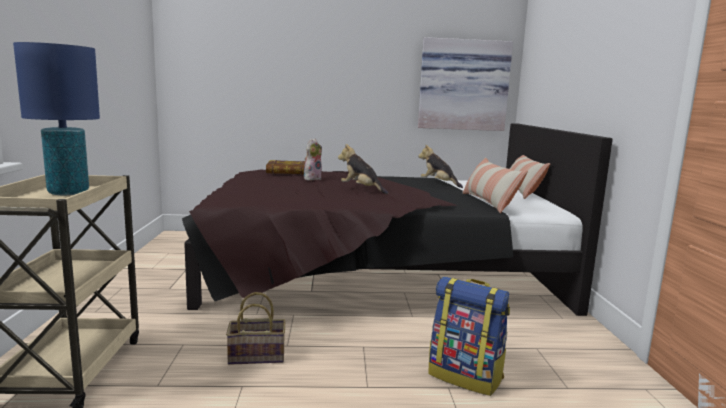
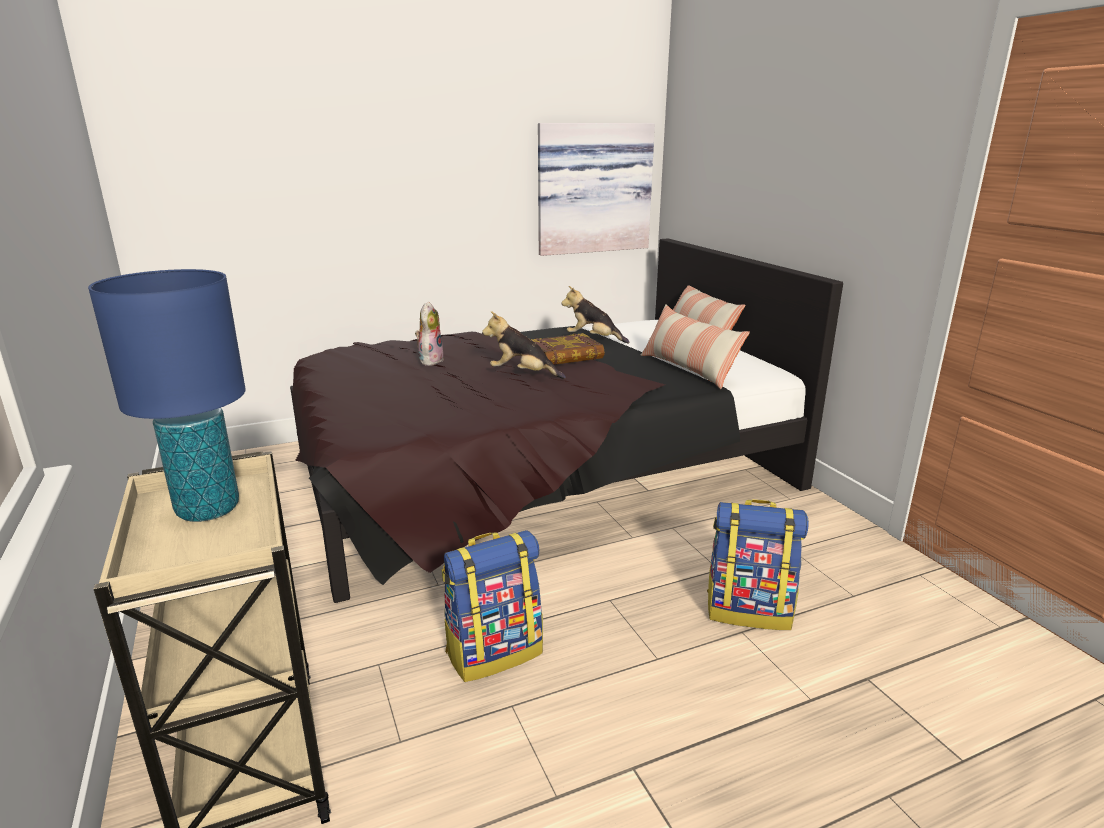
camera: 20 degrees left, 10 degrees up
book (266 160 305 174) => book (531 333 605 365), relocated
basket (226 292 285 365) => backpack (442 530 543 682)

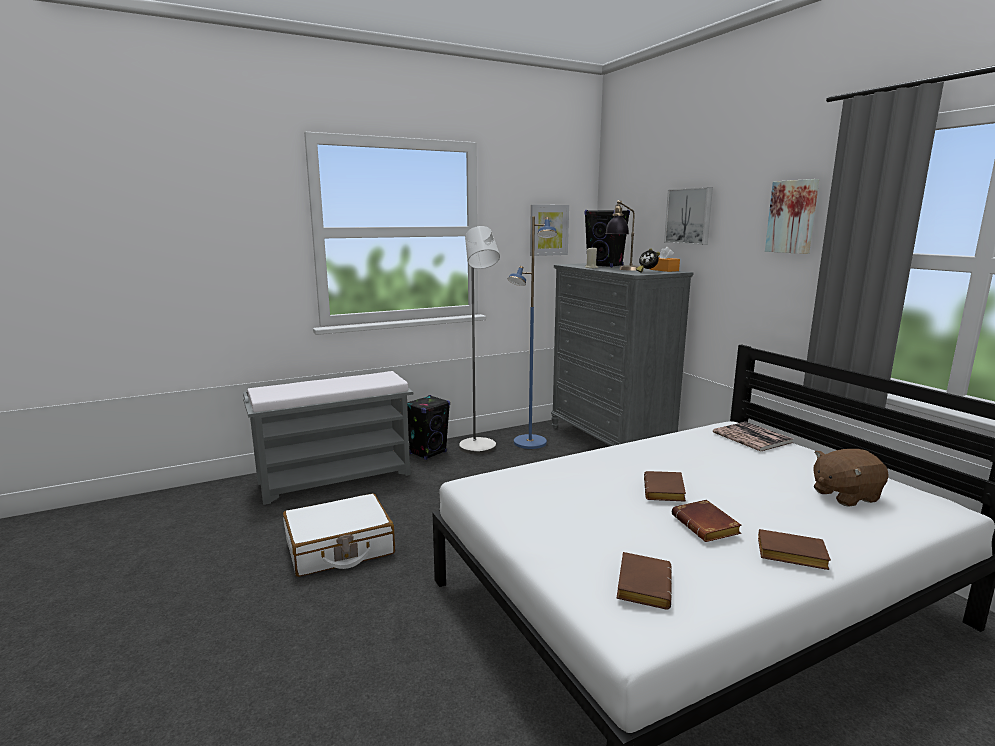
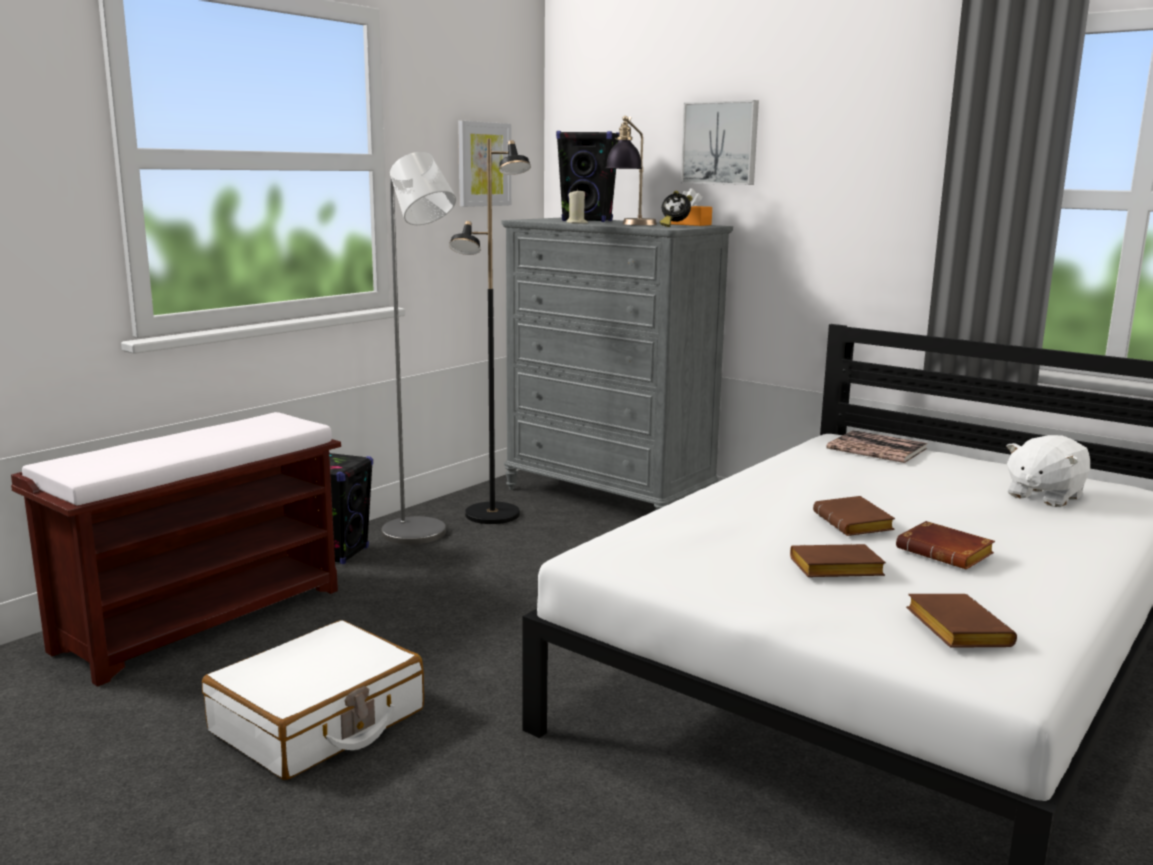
camera: 25 degrees left, 0 degrees up
picture (765 179 819 254) => nothing
brown_book (758 529 831 570) => brown_book (790 544 886 577), relocated
grey_bench (243 371 413 505) => brown_bench (11 412 341 686)
blue_floor_lamp (508 216 557 449) => black_floor_lamp (449 139 531 524)
brown_plush_toy (813 449 889 507) => white_plush_toy (1006 435 1090 507)

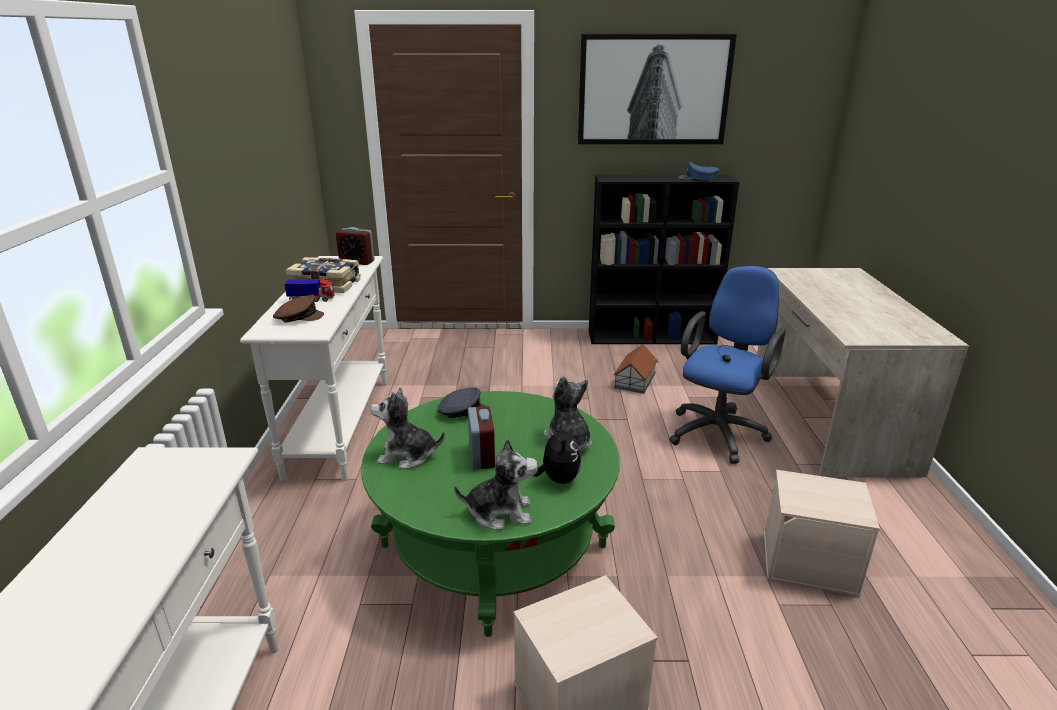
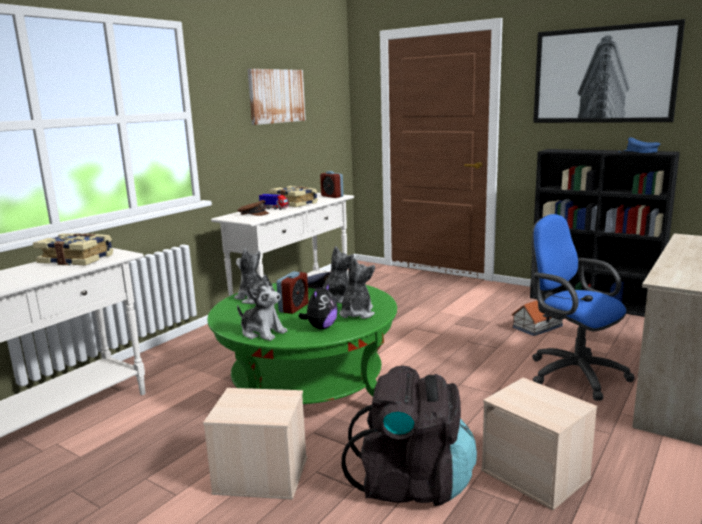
camera: 35 degrees right, 10 degrees down
nothing => book (33 233 113 266)
nothing => picture (248 69 306 125)
nothing => plush_toy (322 246 354 304)
nothing => black_backpack (342 366 477 506)
blue_office_chair (669 266 786 464) => blue_office_chair (531 214 635 401), 105 degrees counterclockwise

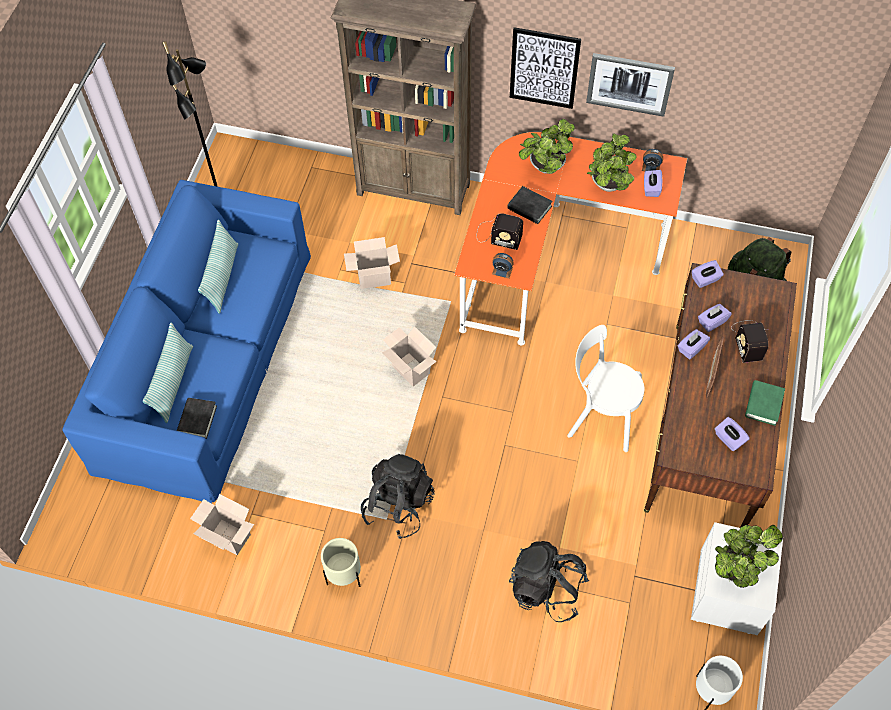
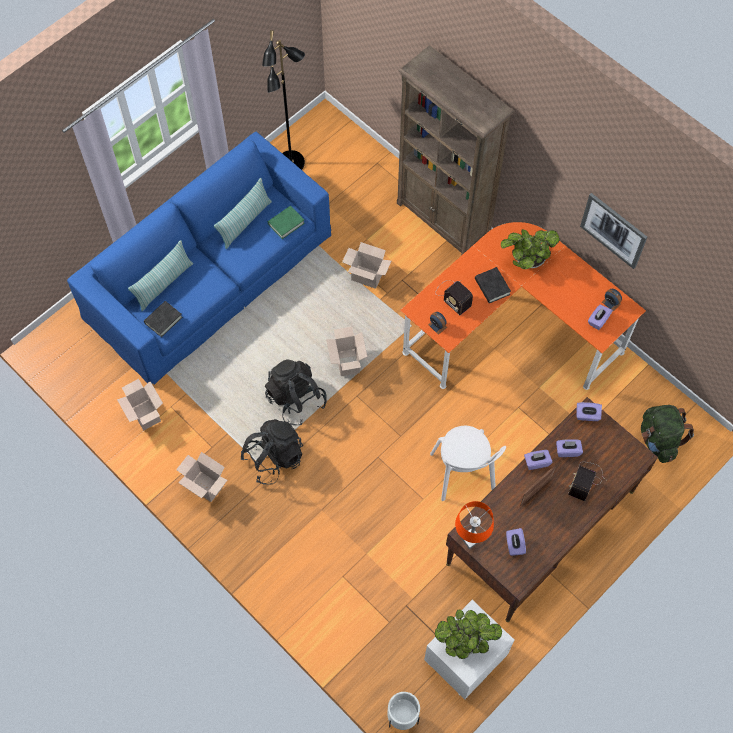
camera: 30 degrees right, 5 degrees up
picture (510 27 581 109) => nothing
potted_plant (587 133 637 192) => nothing
nothing => orange_table_lamp (455 501 494 549)
black_backpack (509 541 589 622) => black_backpack (265 359 327 425), relocated
green_book (745 380 785 426) => green_book (268 206 305 239), relocated
beige_planter (321 538 361 587) => cardboard_box (176 452 227 502)
white_chair (567 325 644 452) => white_chair (430 426 506 501), 150 degrees counterclockwise

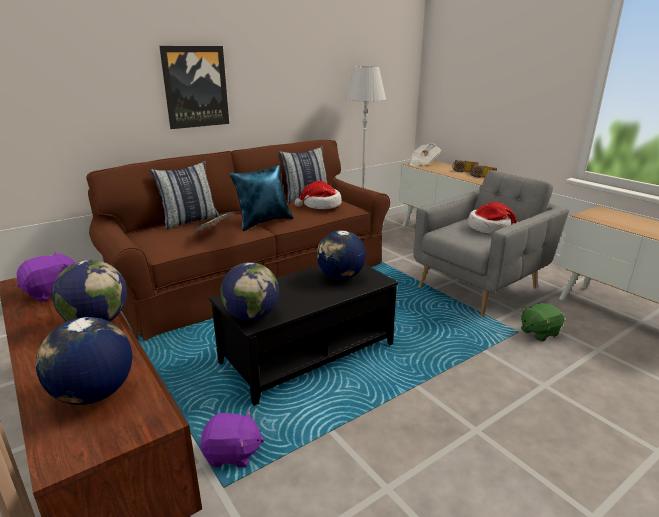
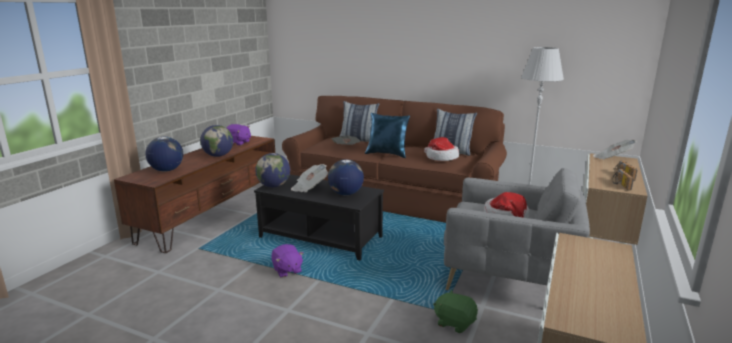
camera: 60 degrees right, 5 degrees down
picture (159 46 229 129) => nothing
nothing => newspaper (291 164 328 192)
purple_plush_toy (200 410 264 467) => purple_plush_toy (271 244 304 278), relocated

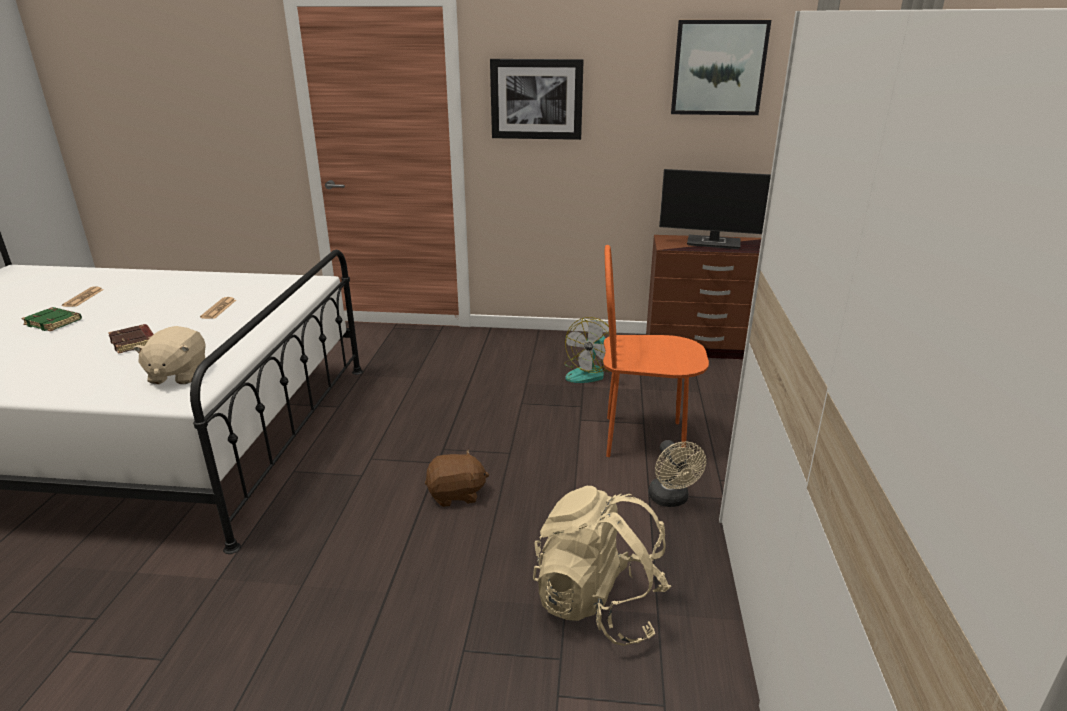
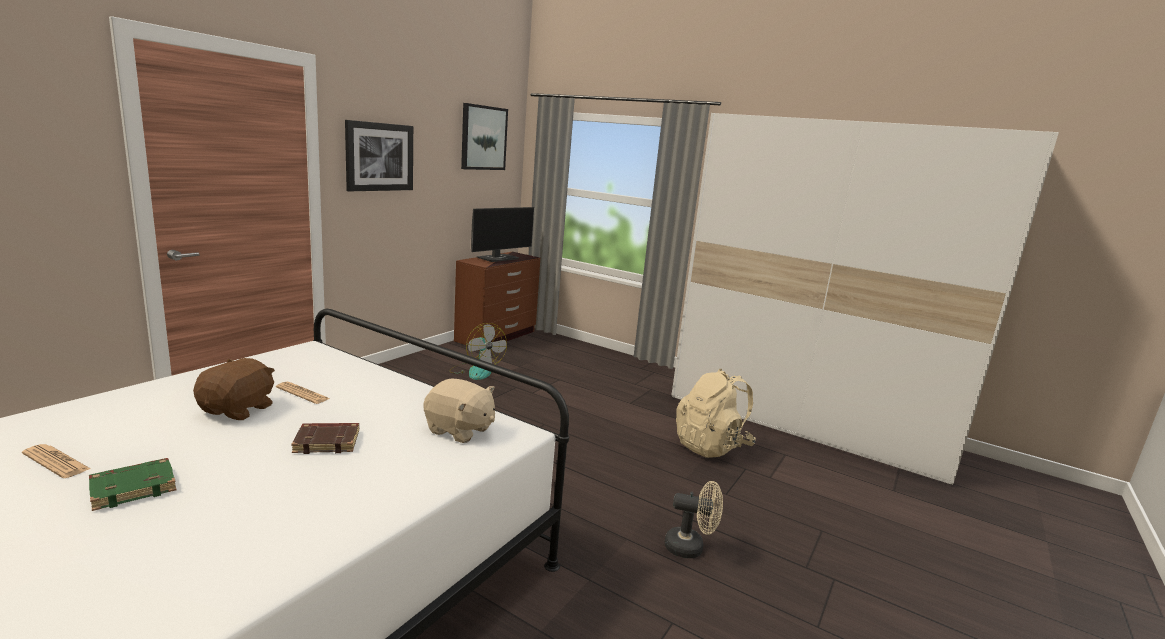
camera: 65 degrees left, 10 degrees down
orange_chair (603 245 709 457) => nothing
brown_plush_toy (425 450 489 507) => brown_plush_toy (193 358 275 420), relocated
beige_fan (649 440 706 507) => beige_fan (665 481 723 558), relocated

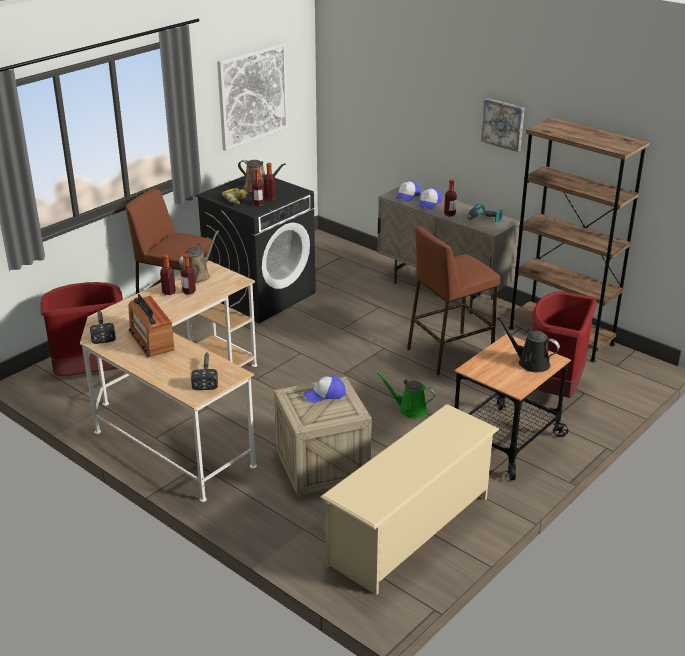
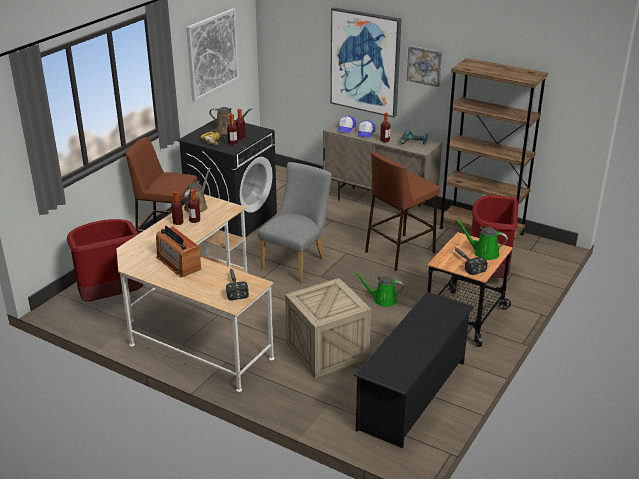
camera: 10 degrees left, 0 degrees up
cap (303 376 346 403) => nothing
nothing => grey_chair (258 162 332 282)
nothing => picture (330 7 401 118)
hammer (90 311 116 344) => hammer (454 248 488 275), relocated
beige_shoe_rack (320 404 499 595) => black_shoe_rack (353 292 474 448)
black_watering_can (497 317 560 372) => green_watering_can (455 219 508 260)

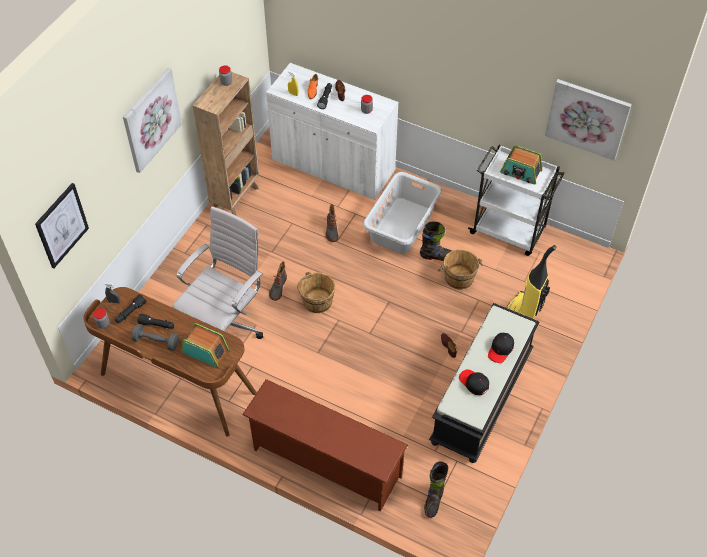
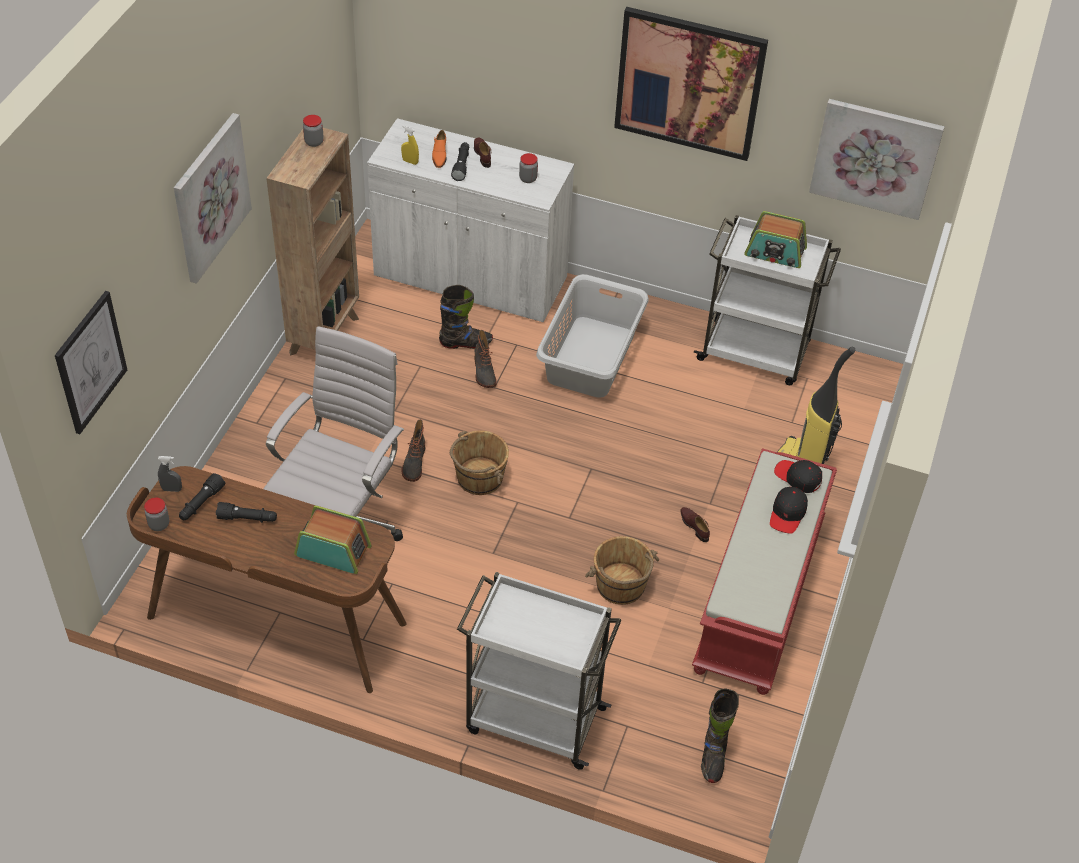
camera: 10 degrees left, 5 degrees down
grey_dumbbell (131 324 179 351) => nothing
nothing => picture (614 7 768 161)
black_boot (420 221 452 261) => black_boot (439 285 493 349), relocated
brown_bucket (438 249 483 289) => brown_bucket (585 536 659 605), relocated
black_cap (459 369 489 395) => black_cap (774 460 822 493), relocated
brown_shoe_rack (242 379 408 512) => white_cart (457 572 621 770)
black_bench (429 303 540 463) => red_bench (692 448 837 695)

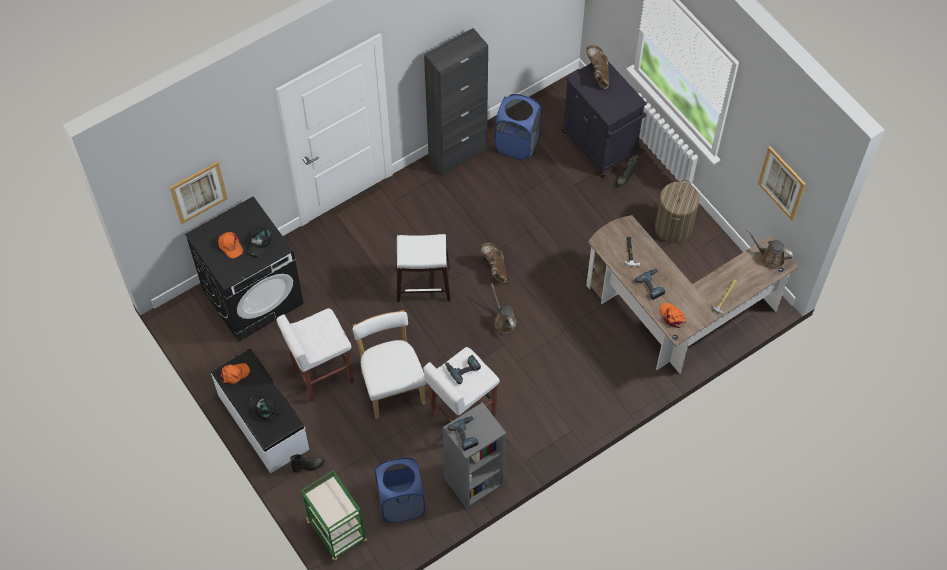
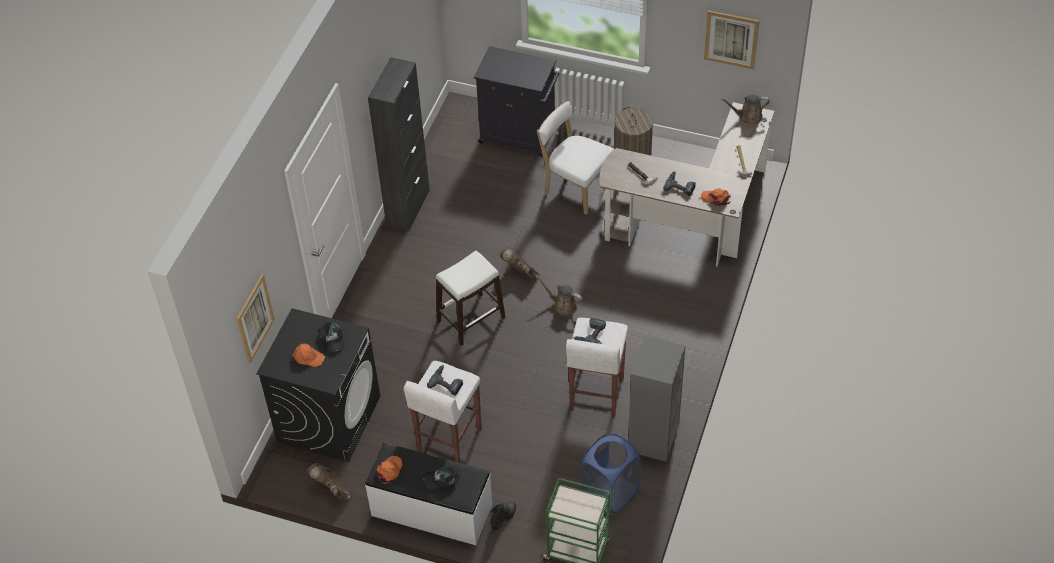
camera: 35 degrees left, 10 degrees down
blue_laundry_basket (494 94 542 160) => nothing
white_chair (352 310 426 419) => white_chair (537 101 614 215), relocated
power_drill (447 416 479 451) => power_drill (427 365 463 396), relocated
brown_boot (586 45 609 89) => brown_boot (307 463 351 501), relocated

